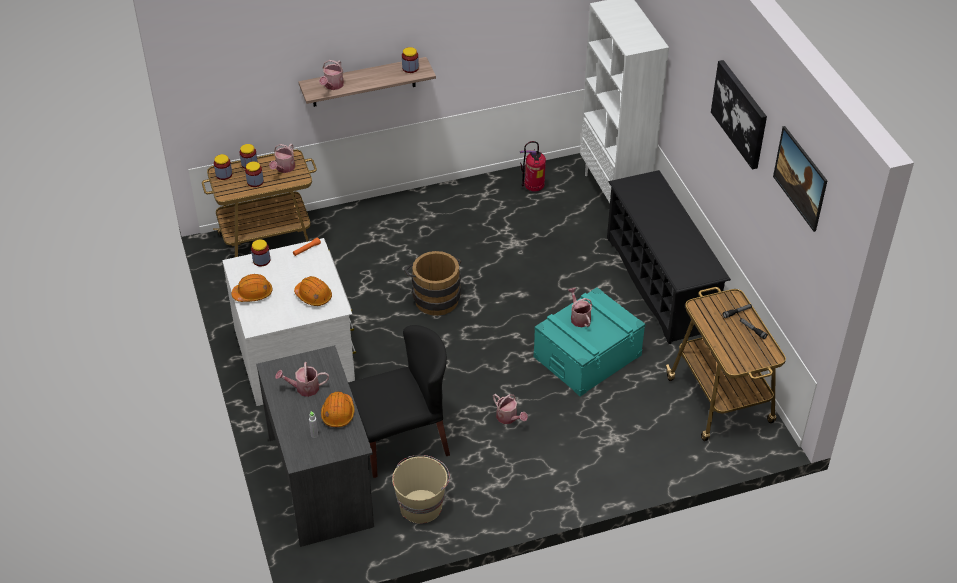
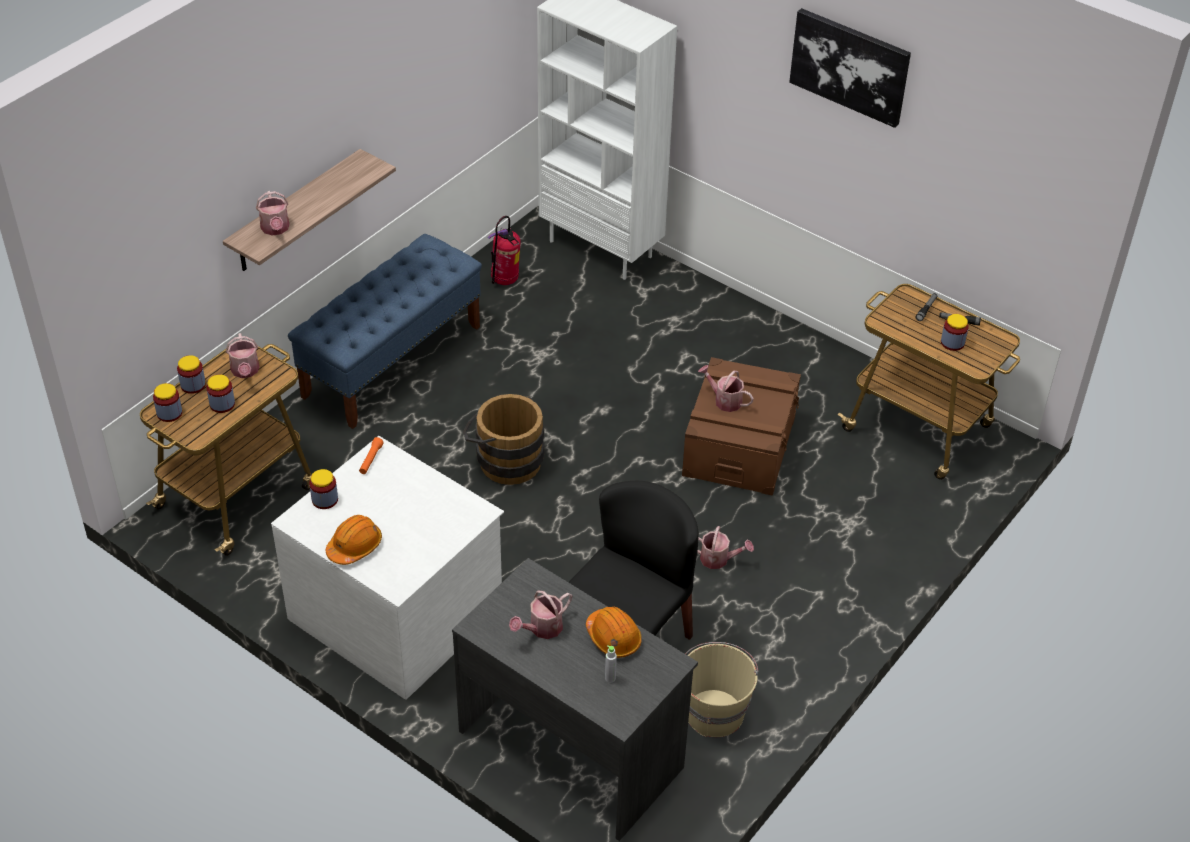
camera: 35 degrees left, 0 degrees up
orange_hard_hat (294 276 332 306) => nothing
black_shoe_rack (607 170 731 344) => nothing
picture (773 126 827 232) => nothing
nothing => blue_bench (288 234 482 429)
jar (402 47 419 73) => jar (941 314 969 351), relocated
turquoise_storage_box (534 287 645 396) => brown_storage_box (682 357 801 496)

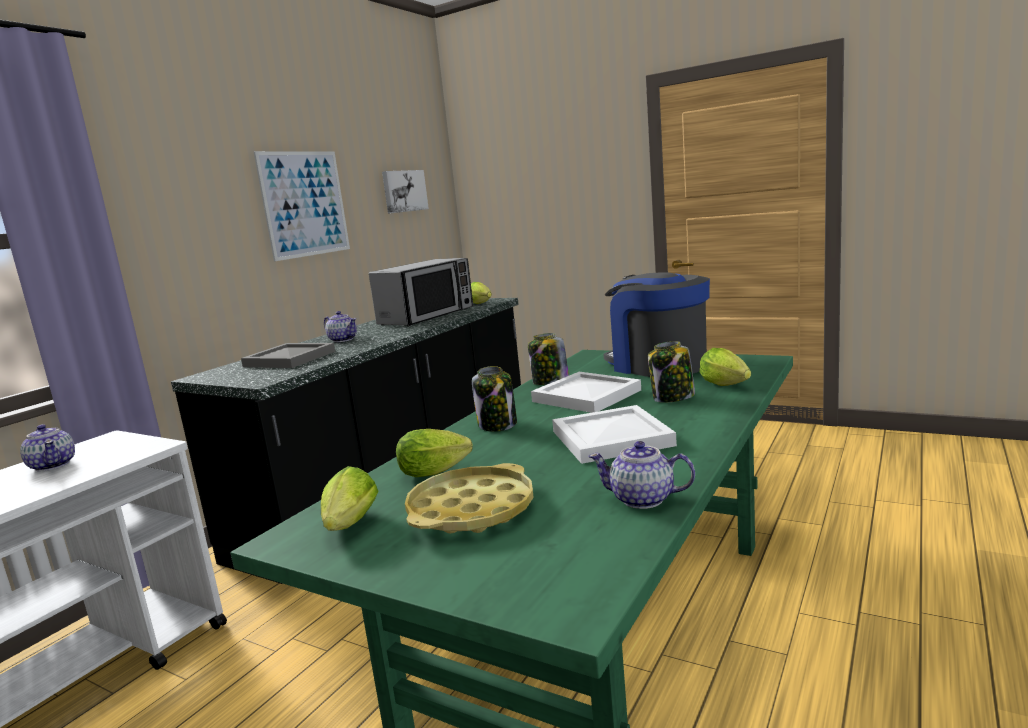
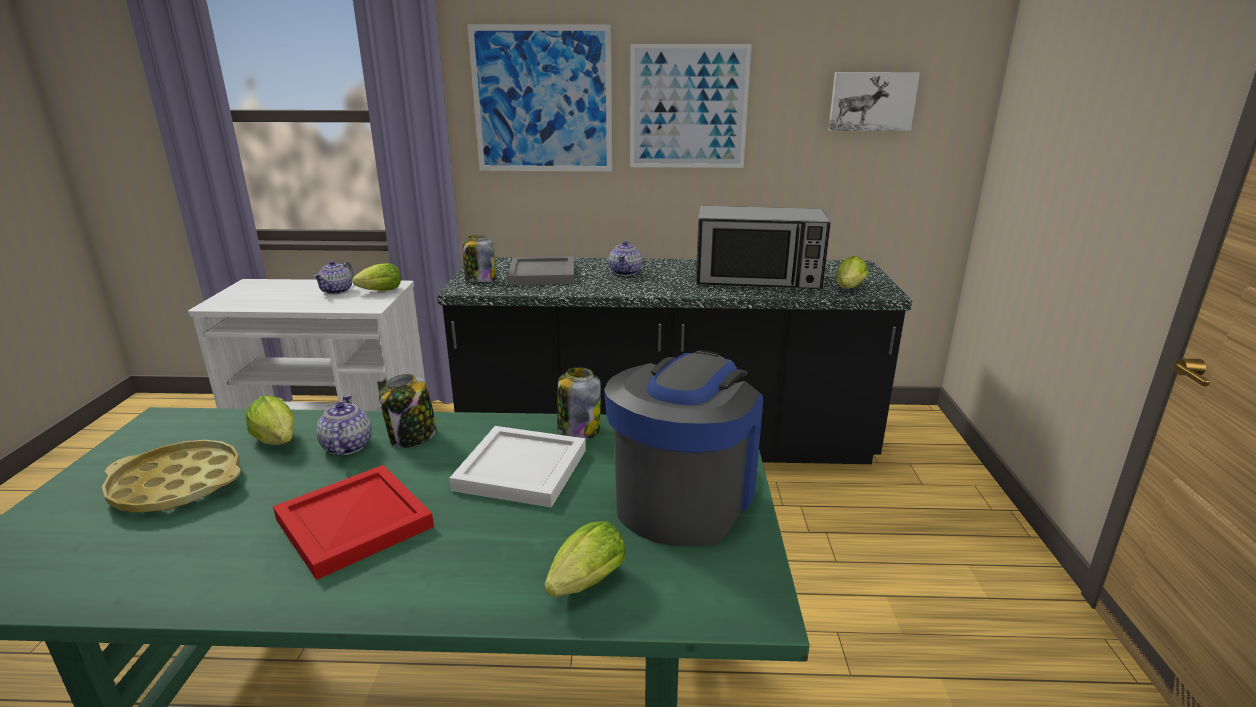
camera: 60 degrees right, 10 degrees up
nothing => picture (468 24 612 171)
lettuce (321 466 378 531) => lettuce (352 263 401 291), relocated
teapot (588 441 695 509) => teapot (316 395 372 456), relocated
jar (648 341 695 403) => jar (462 235 496 282), relocated
white_tray (552 405 677 464) => red_tray (273 465 434 580)

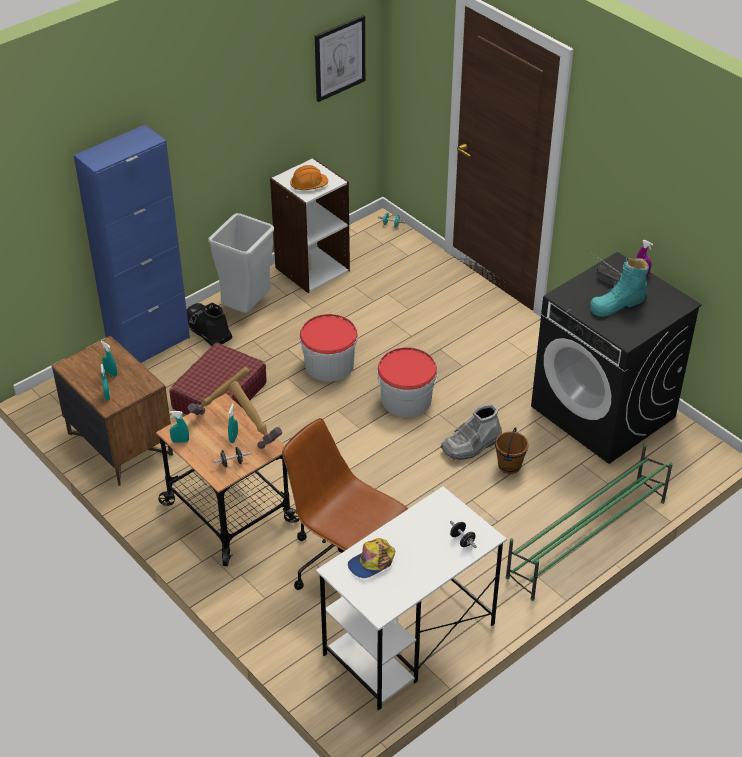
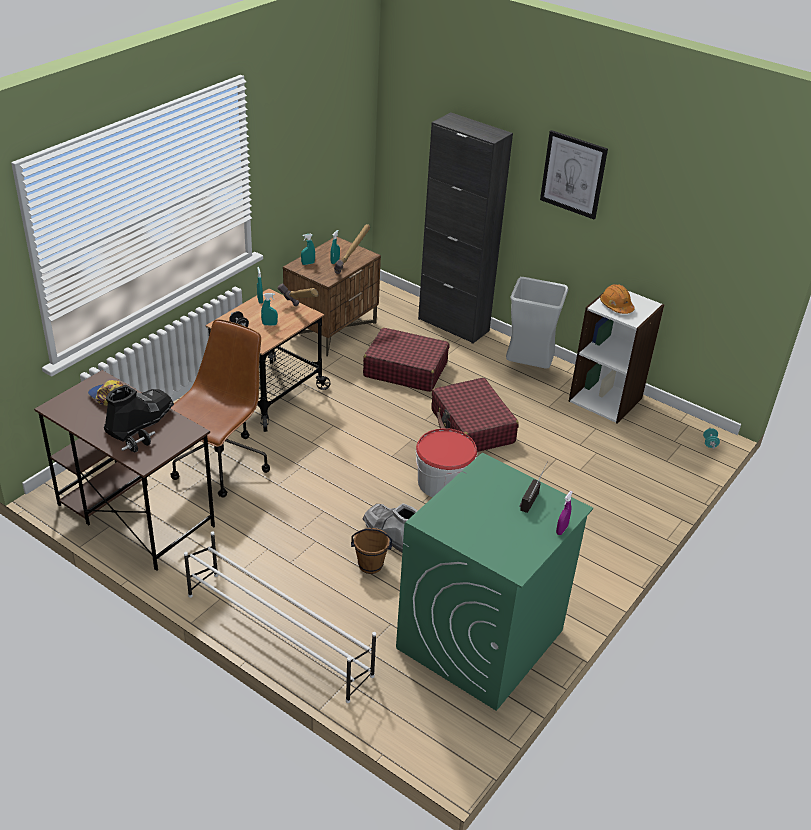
camera: 75 degrees right, 5 degrees down
turquoise_boot (590 258 649 317) => nothing
black_boot (187 302 232 346) => black_boot (104 385 174 441), relocated
hammer (229 381 282 449) => hammer (334 224 370 274), relocated
picture (315 15 365 102) => picture (540 130 608 219), relocated
bucket (300 314 358 382) => red_suitcase (431 378 519 452)
blue_cabinet (74 125 190 363) => black_cabinet (418 113 513 344)
white_desk (316 486 507 710) => brown_desk (34 370 215 571)
green_shoe_rack (506 444 673 601) => white_shoe_rack (184 531 376 703)
black_washing_machine (531 252 702 464) => green_washing_machine (396 453 593 711)

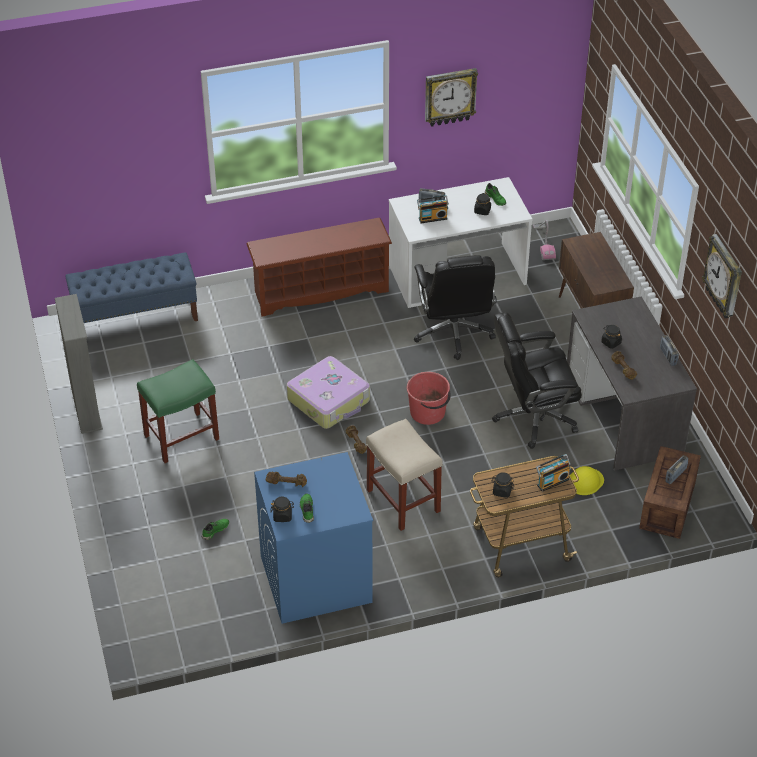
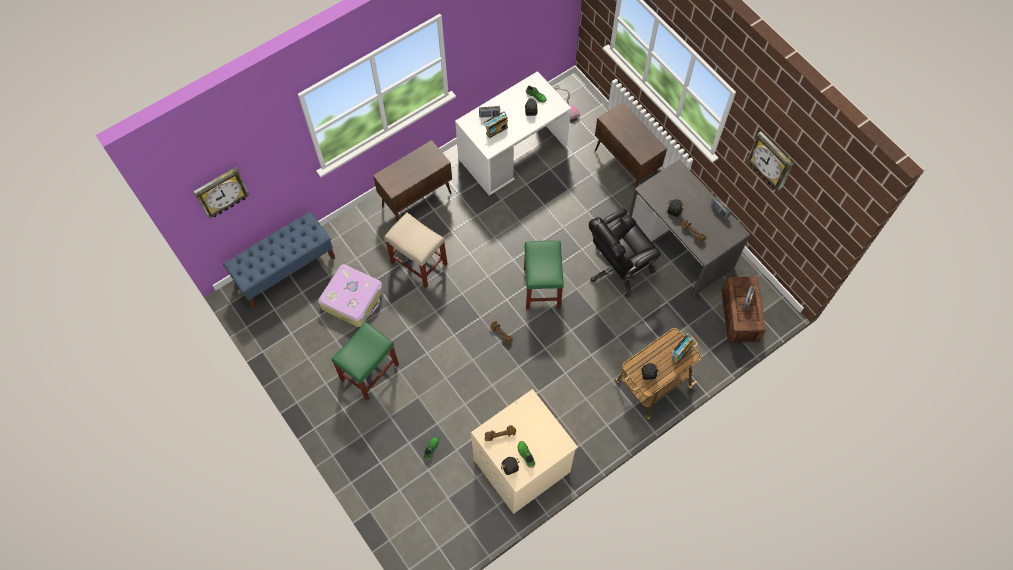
camera: 20 degrees left, 20 degrees up
grey_bookcase (55 294 103 434) => nothing
black_office_chair (414 255 497 360) => nothing
yellow_hard_hat (570 466 604 495) => nothing
suitcase (287 356 370 429) => suitcase (318 264 383 327), relocated
beige_stool (366 419 443 531) => beige_stool (384 212 448 288), relocated
wall_clock (425 68 478 127) => wall_clock (194 167 249 218), relocated
brown_shoe_rack (246 218 392 317) => brown_cabinet (373 140 452 222)
red_bucket (407 372 451 425) => green_stool (524 241 564 310)
blue_washing_machine (254 452 373 624) => beige_washing_machine (471 389 578 514)

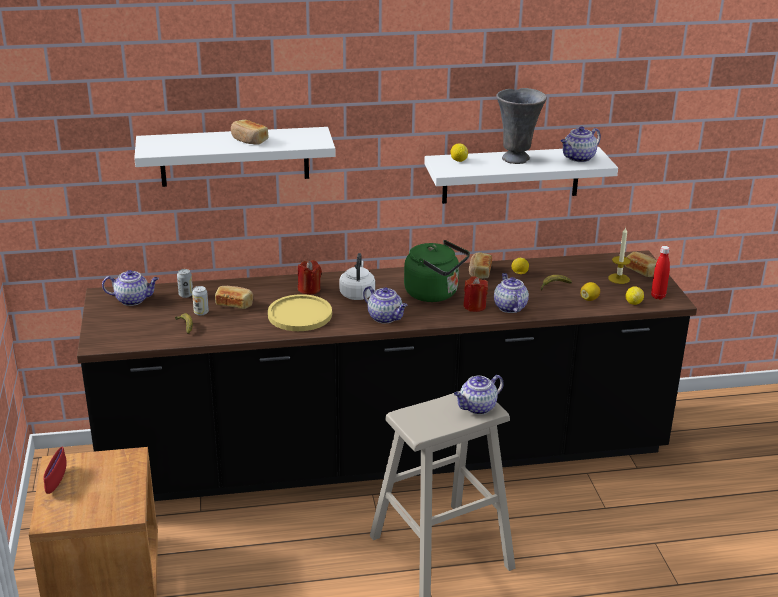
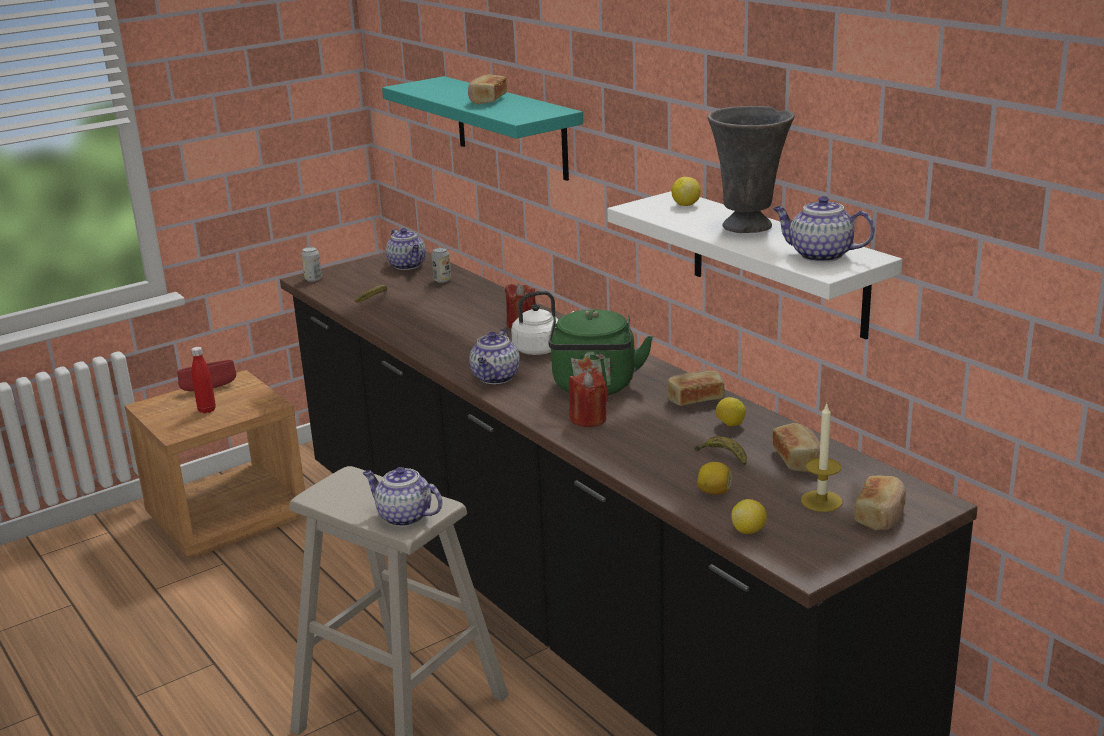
camera: 65 degrees right, 5 degrees down
yellow_plate (268 294 332 331) => nothing
teapot (494 273 529 313) => nothing
can (192 286 209 316) => can (301 247 322 282), relocated
bread (215 286 253 309) => bread (772 423 820 473), relocated
red_bottle (651 246 670 299) => red_bottle (191 347 216 413), relocated
white_shelf (134 127 335 187) => turquoise_shelf (382 76 583 181)

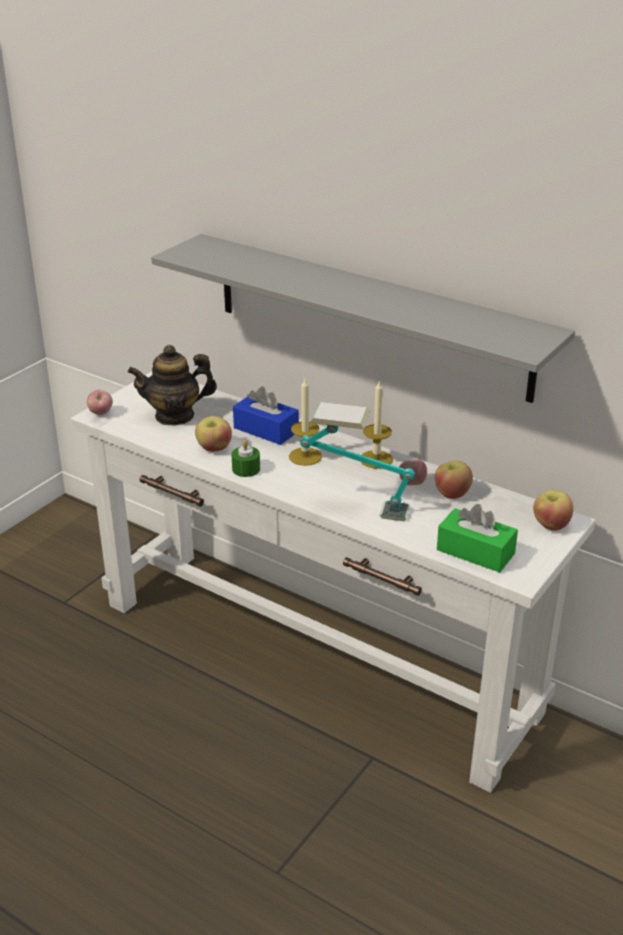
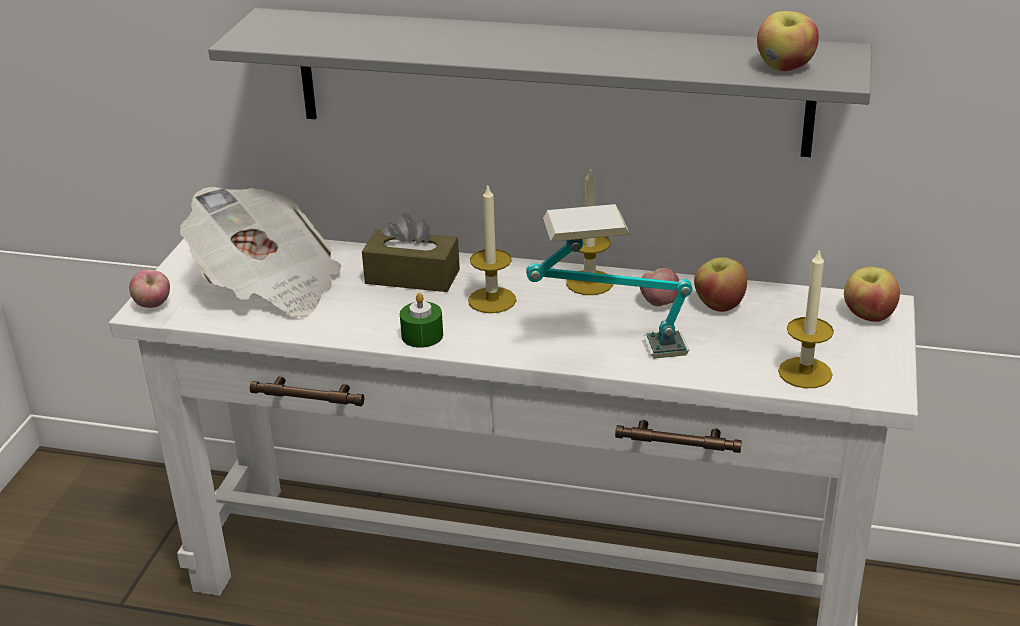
camera: 20 degrees left, 0 degrees up
apple (195 416 232 452) => apple (757 11 819 71), relocated
teapot (128 345 217 426) => newspaper (180 186 342 317)
green_tissue_box (437 504 518 573) => candle (778 248 834 388)
blue_tissue_box (233 386 299 445) => brown_tissue_box (362 213 460 292)

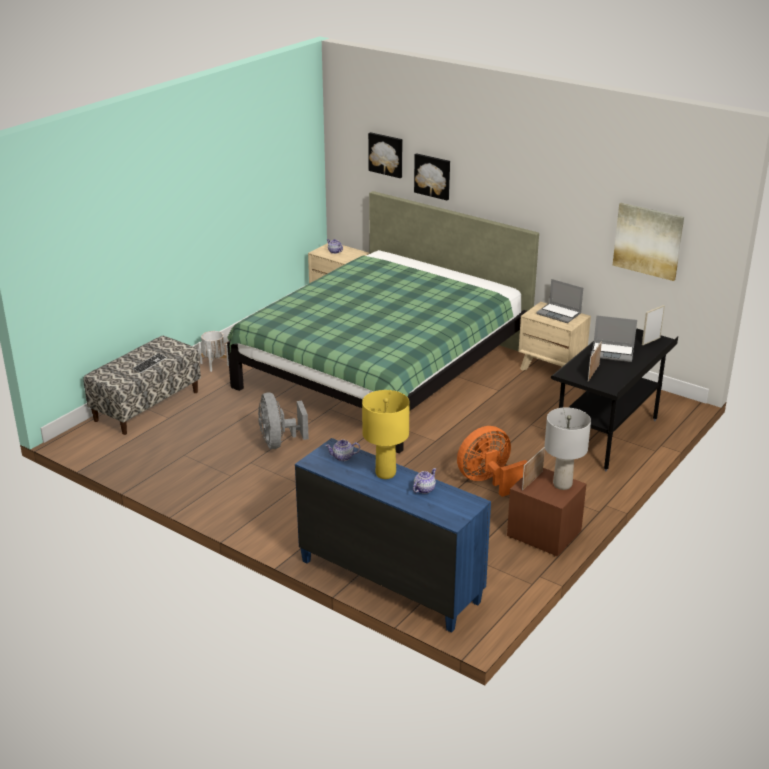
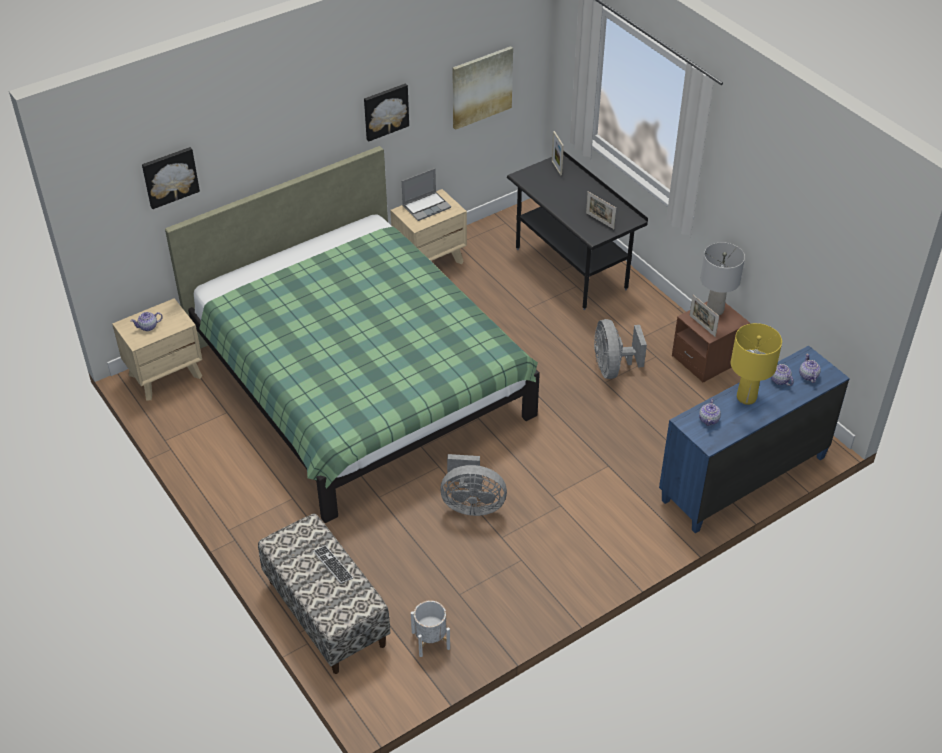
camera: 70 degrees left, 15 degrees up
laptop (591 315 637 362) => nothing
nothing => teapot (799 354 821 383)
white_planter (198 331 229 372) => white_planter (411 600 450 657), relocated
picture (414 153 450 200) => picture (364 84 409 141), relocated
orange_fan (457 426 528 497) => grey_fan (594 319 647 379)

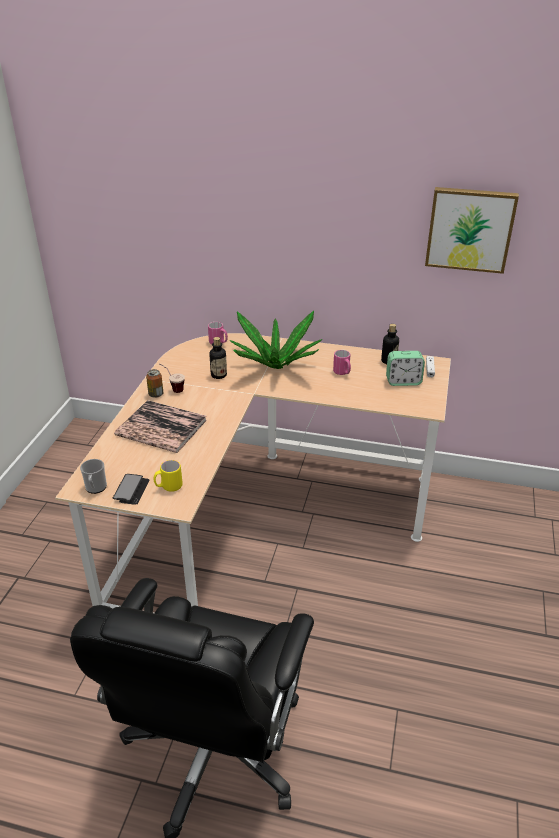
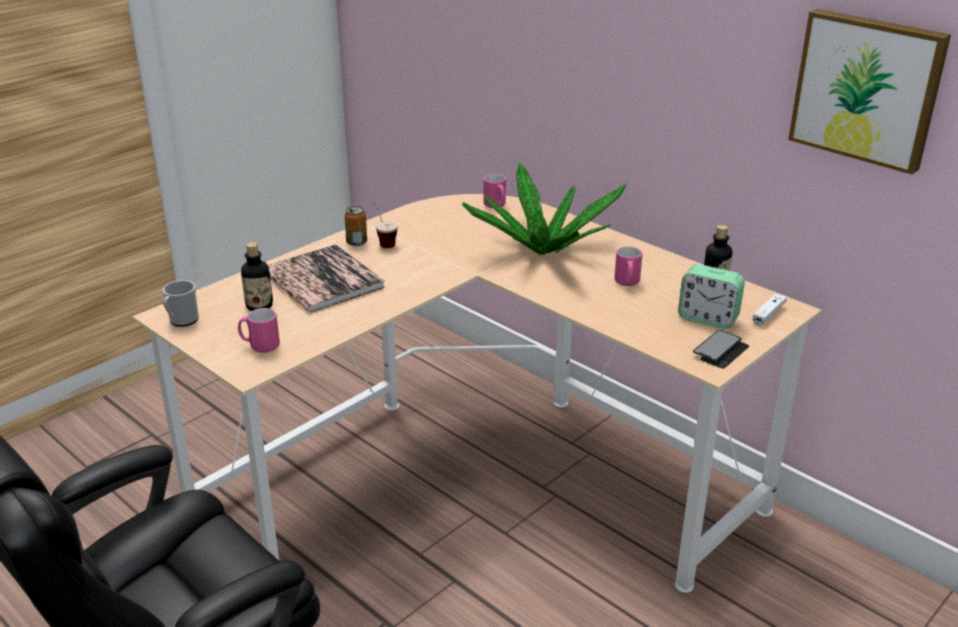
camera: 30 degrees right, 5 degrees down
phone (113 474 149 505) => phone (693 330 749 369), relocated
bottle (209 337 227 379) => bottle (241 242 273 311), relocated
yellow_mug (154 460 183 492) => pink_mug (238 308 280 353)

